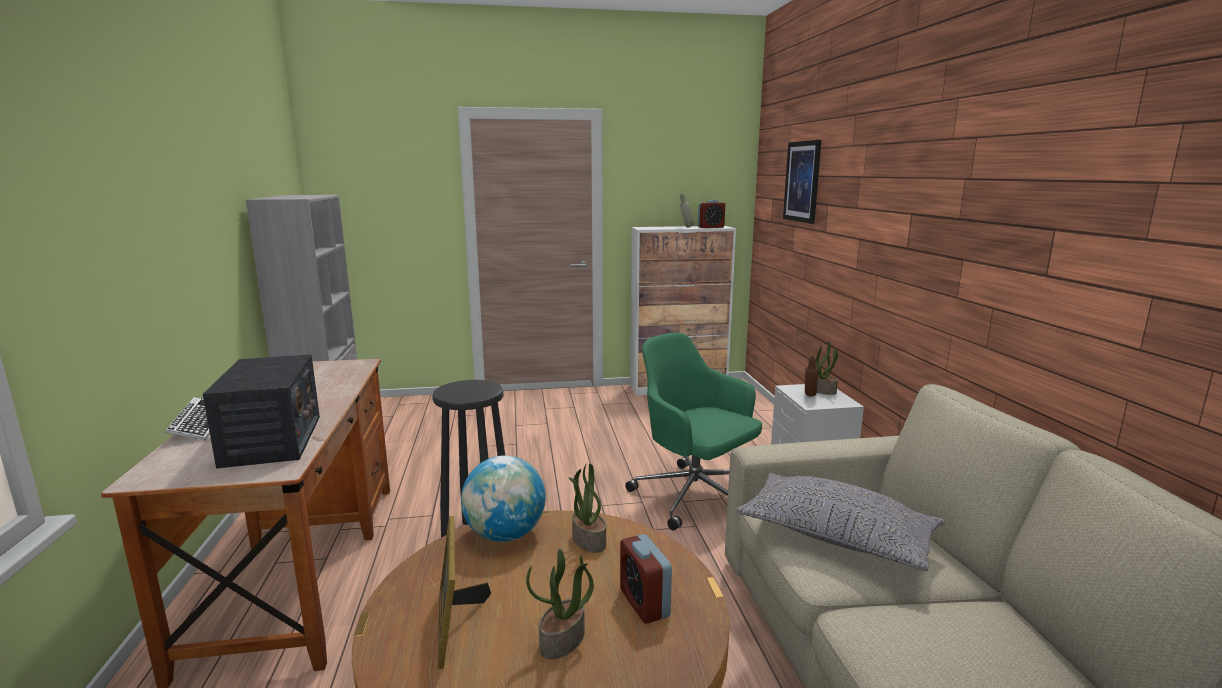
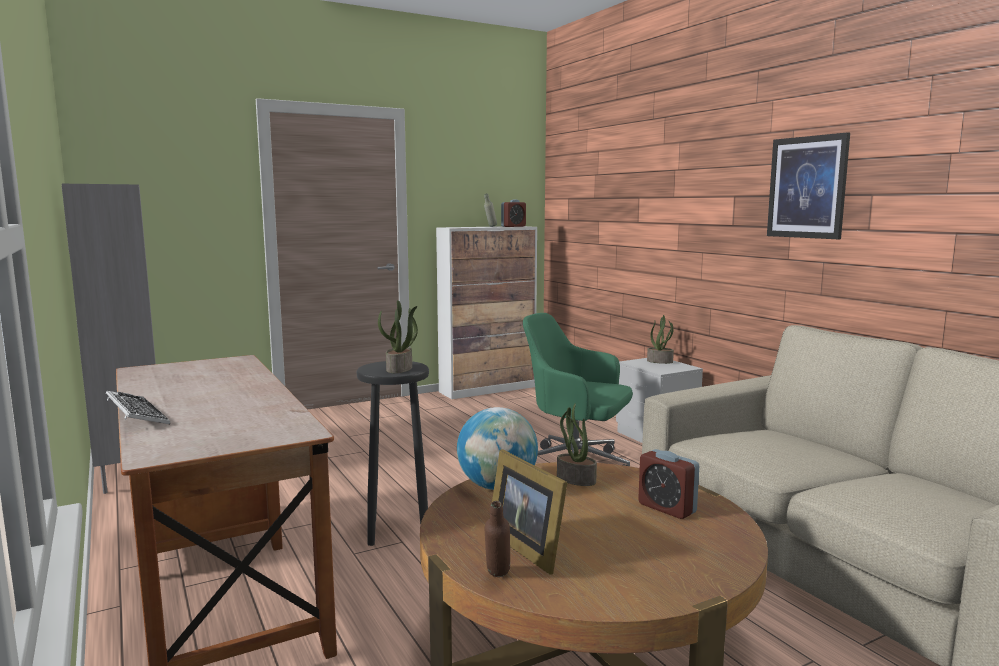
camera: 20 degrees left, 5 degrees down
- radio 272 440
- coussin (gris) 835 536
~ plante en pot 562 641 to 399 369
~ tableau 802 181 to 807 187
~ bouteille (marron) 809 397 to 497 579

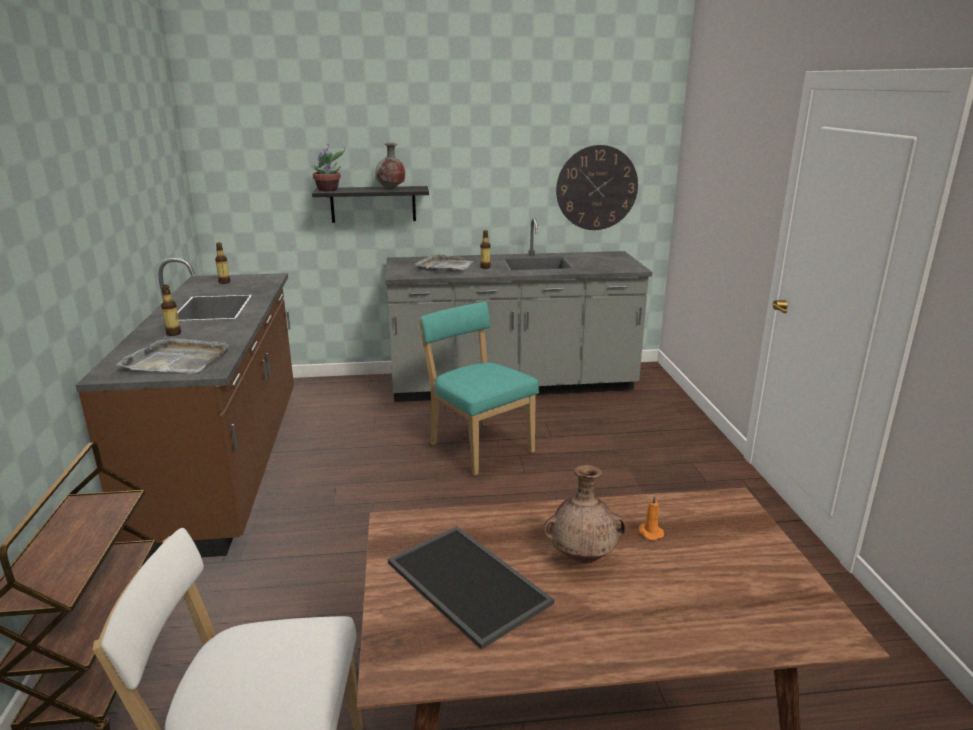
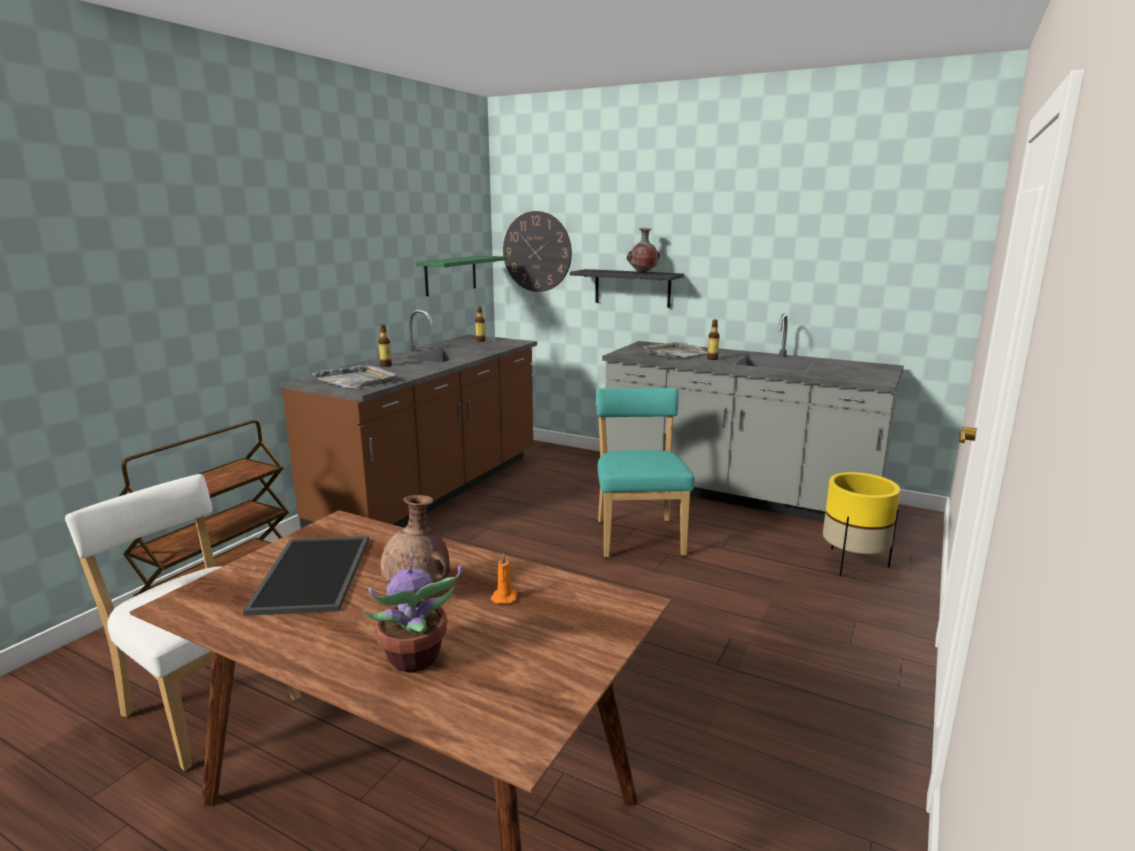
camera: 35 degrees right, 5 degrees down
+ étagère (vert) 450 275
+ cache-pot (jaune) 853 564
~ plante en pot 328 190 to 414 659
~ horloge murale 596 188 to 537 252

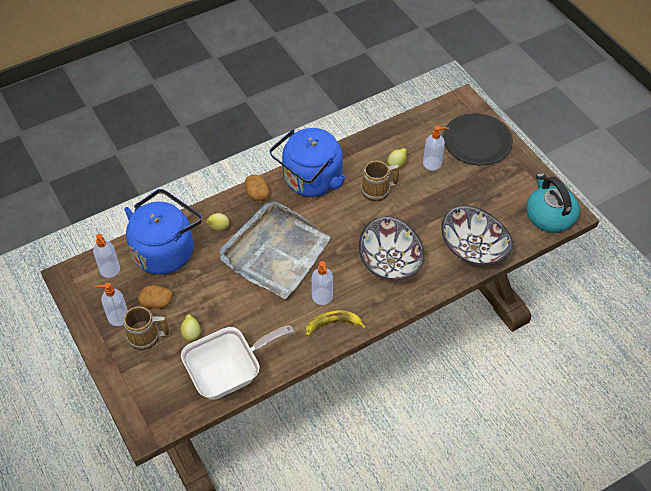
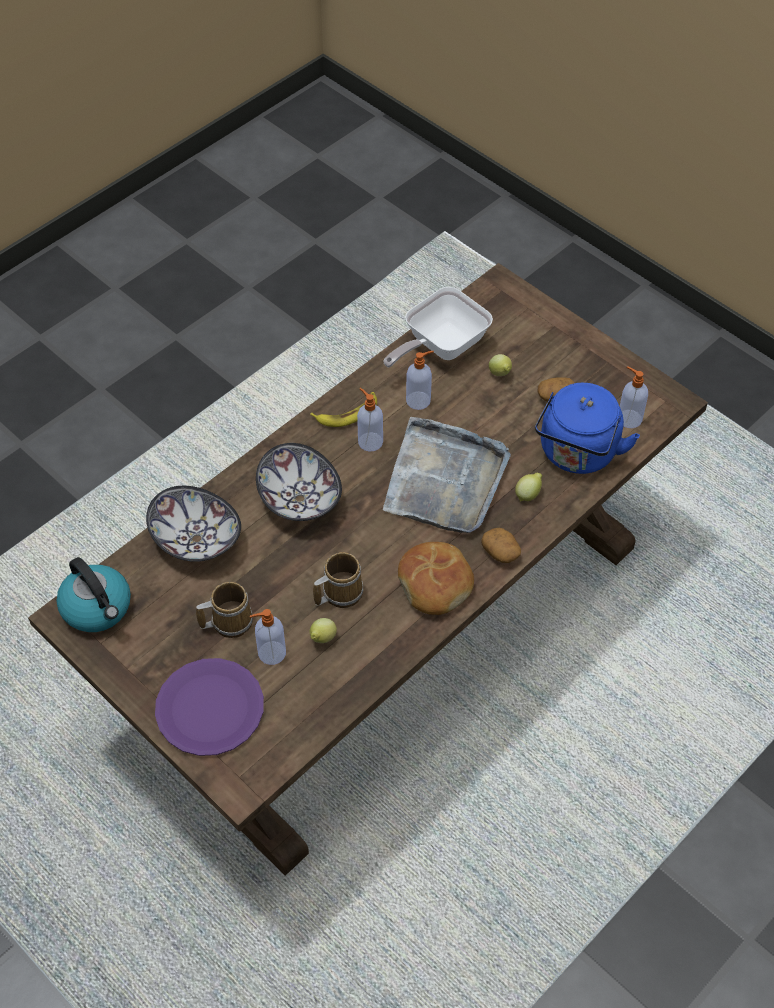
camera: 165 degrees right, 0 degrees up
~ distributeur de savon 117 317 to 419 400
~ mug 146 337 to 229 620
~ bouilloire (bleu) 310 182 to pain 436 583
~ assiette (noir) 477 141 to assiette (violet) 210 708

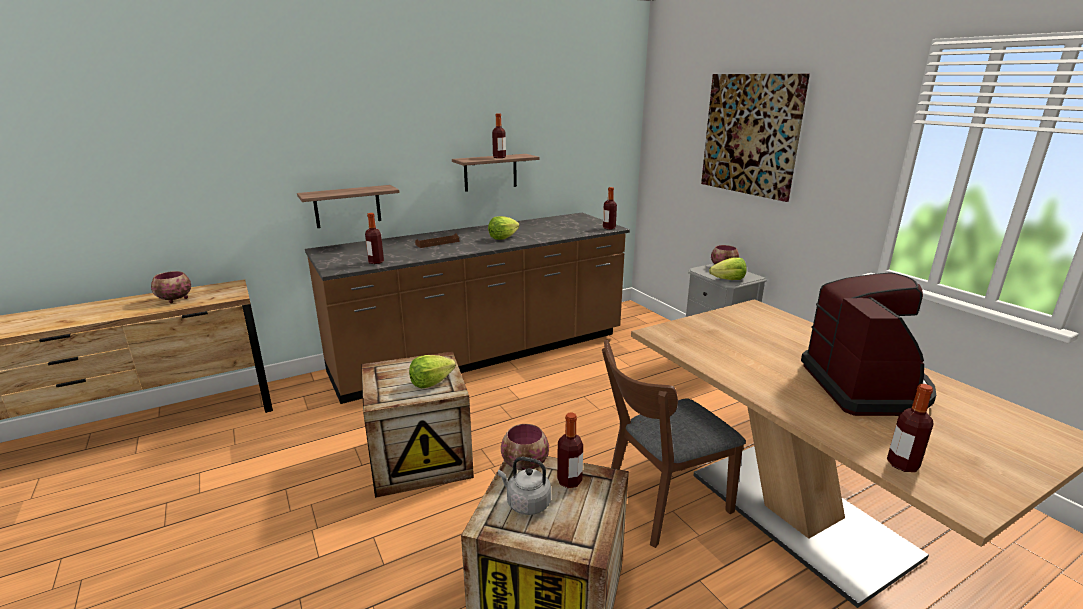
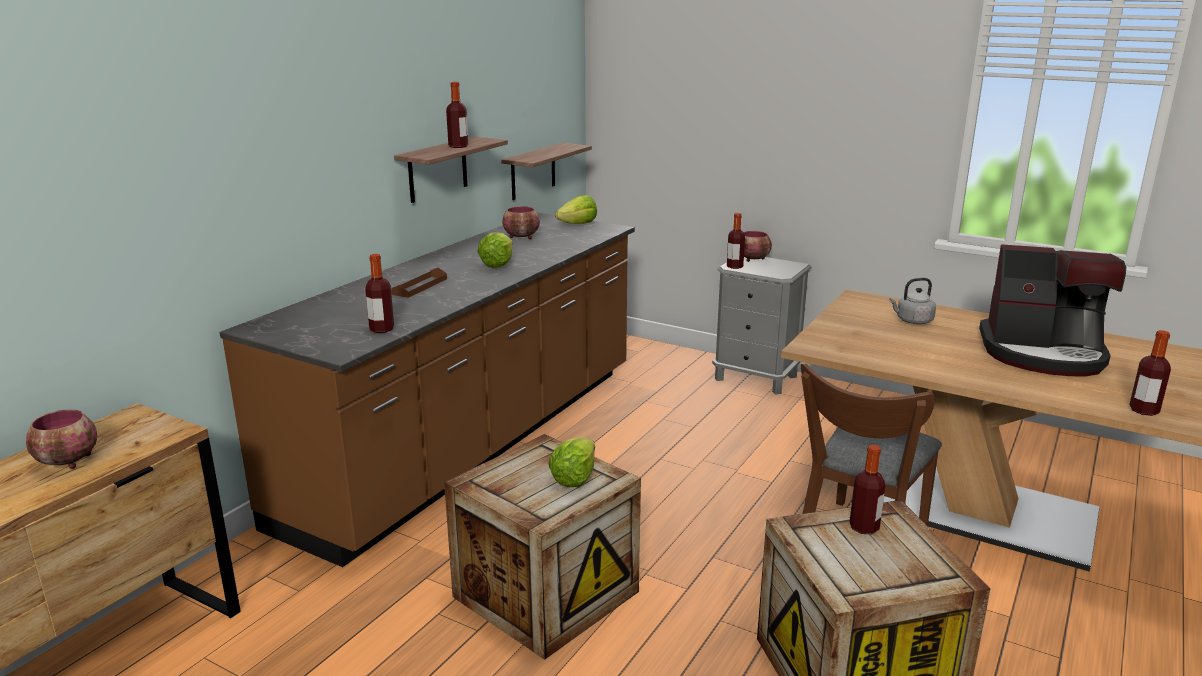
camera: 30 degrees left, 0 degrees up
- tableau 750 135
~ étagère 347 206 to 533 171
~ bouilloire (gris) 526 503 to 912 321
~ bol 525 465 to 522 237
~ bouteille 609 228 to 734 266
~ laitue 728 280 to 578 224
~ machine à café 865 387 = 1043 354 135 degrees clockwise

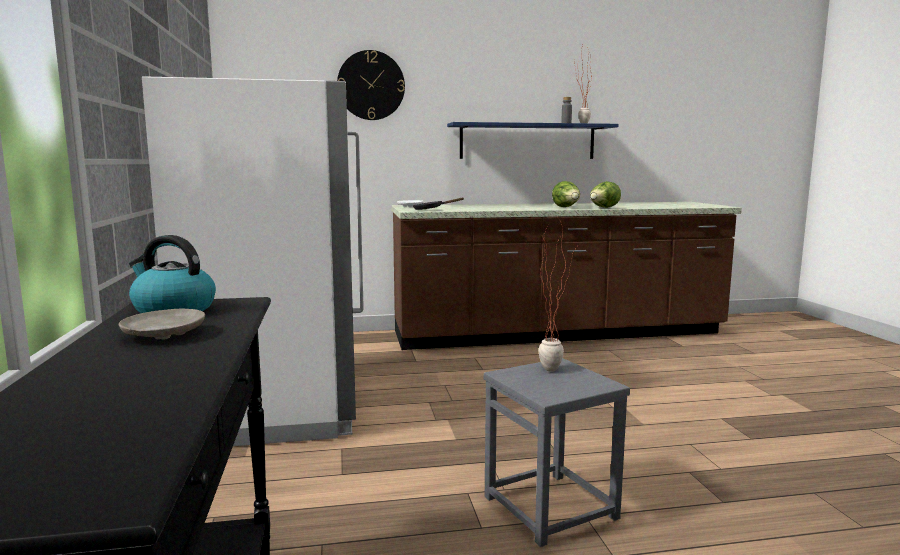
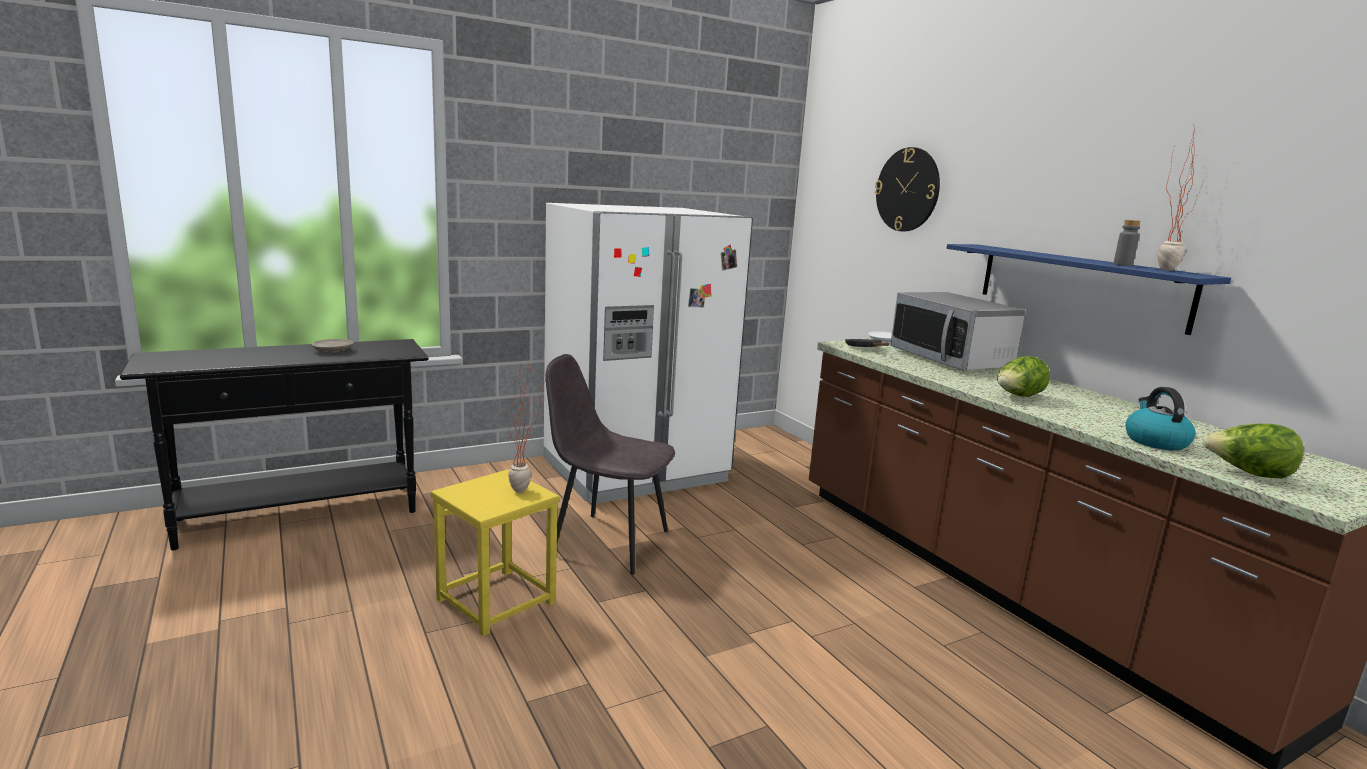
camera: 70 degrees right, 5 degrees up
+ chaise (gris) 607 542
+ micro-ondes 950 360
~ bouilloire 173 309 to 1155 441
~ laitue 603 208 to 1247 474
~ tabouret (gris) 551 507 to tabouret (jaune) 496 601

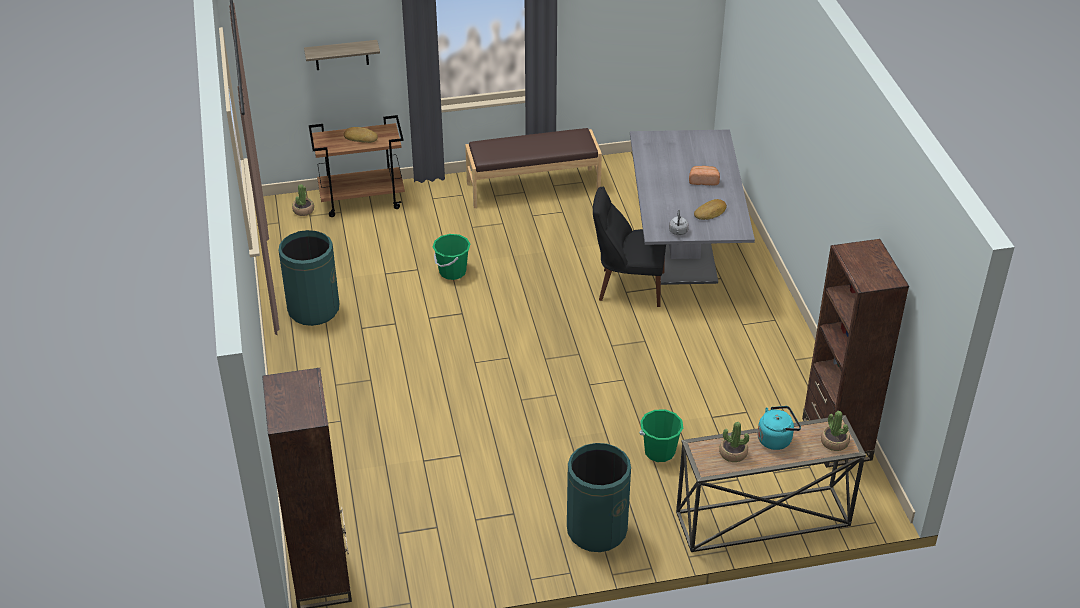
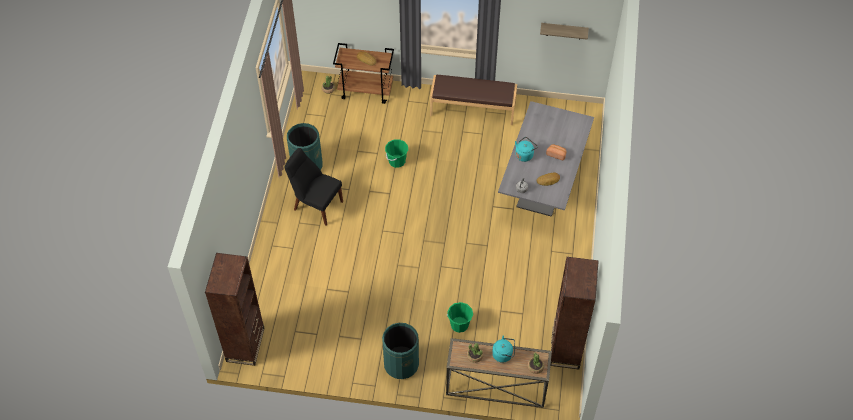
camera: 20 degrees right, 15 degrees up
+ bouilloire (turquoise) 524 154
~ étagère 341 55 to 564 31
~ chaise (noir) 627 287 to 316 205

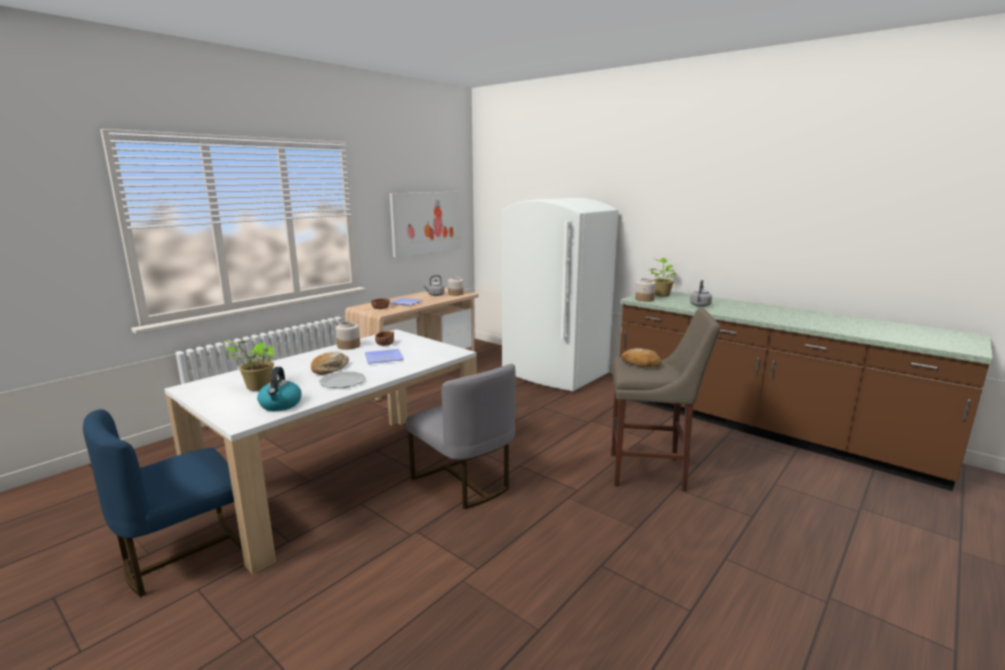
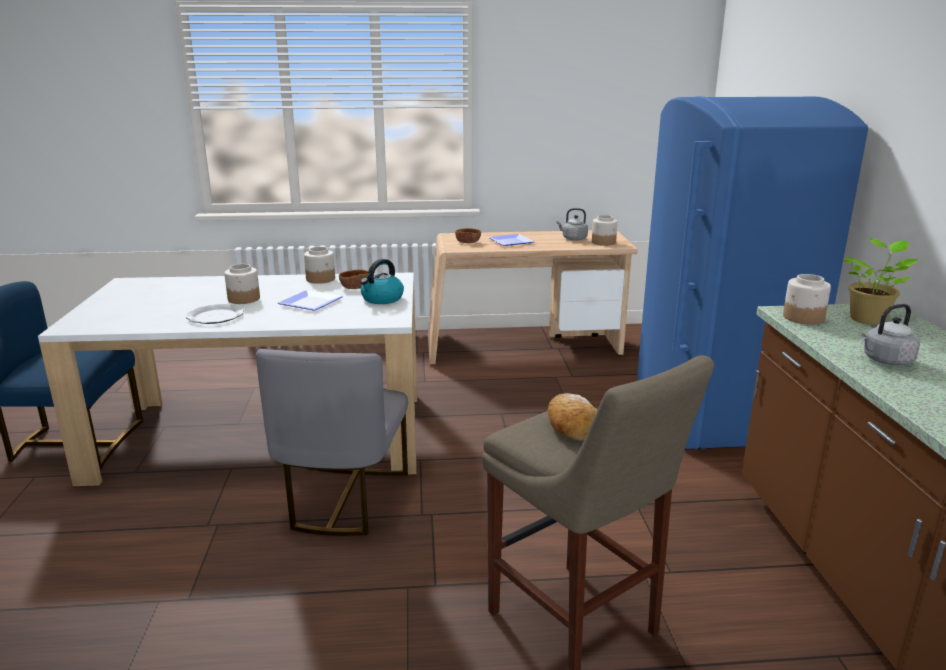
camera: 45 degrees right, 5 degrees up
- plante en pot 257 387
- tableau 426 222
~ bouilloire 280 405 to 382 299
~ pain 330 368 to bocal 244 299
~ réfrigérateur (blanc) 554 374 to réfrigérateur (bleu) 712 412

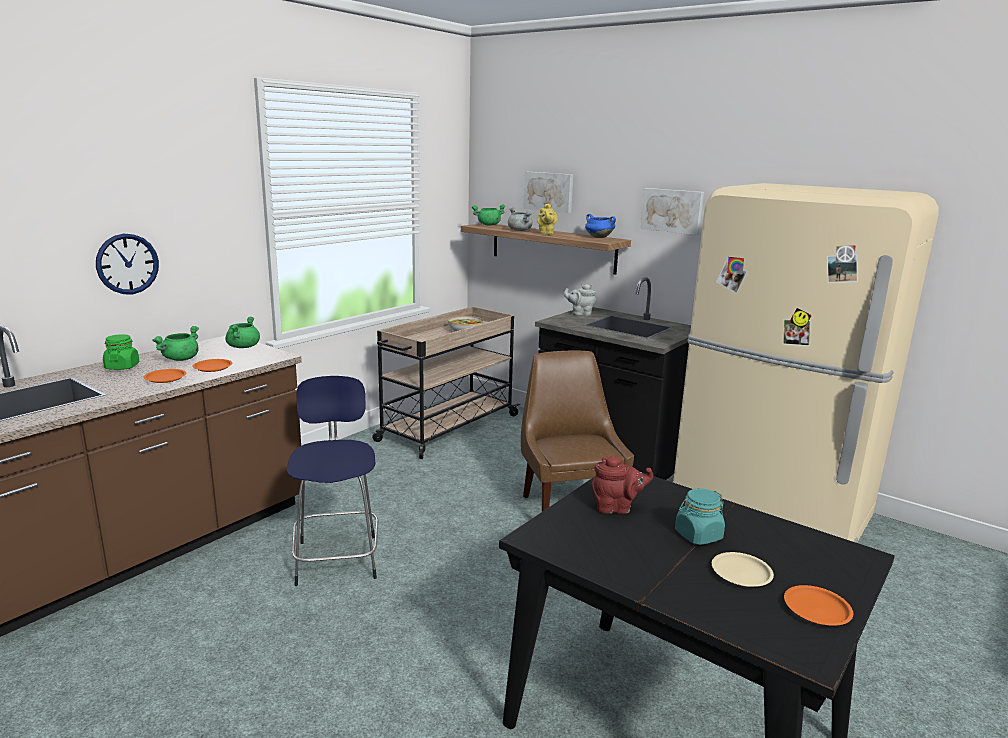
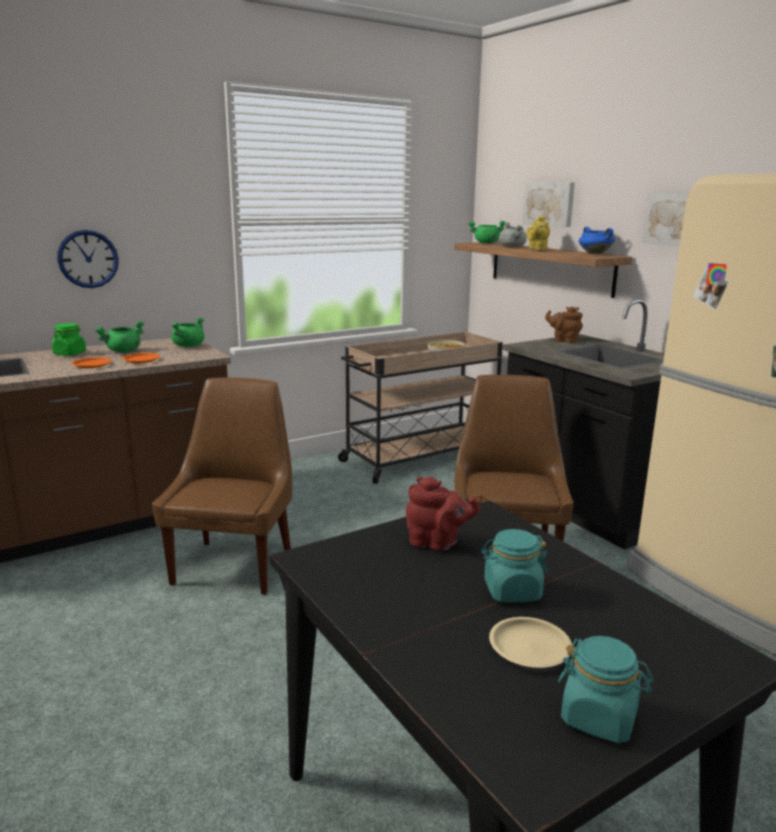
camera: 20 degrees right, 0 degrees up
~ tabouret (bleu) 337 557 to chaise (marron) 235 564
~ assiette (orange) 816 610 to bocal (turquoise) 599 717
~ théière (gris) 580 313 to théière (marron) 563 340

